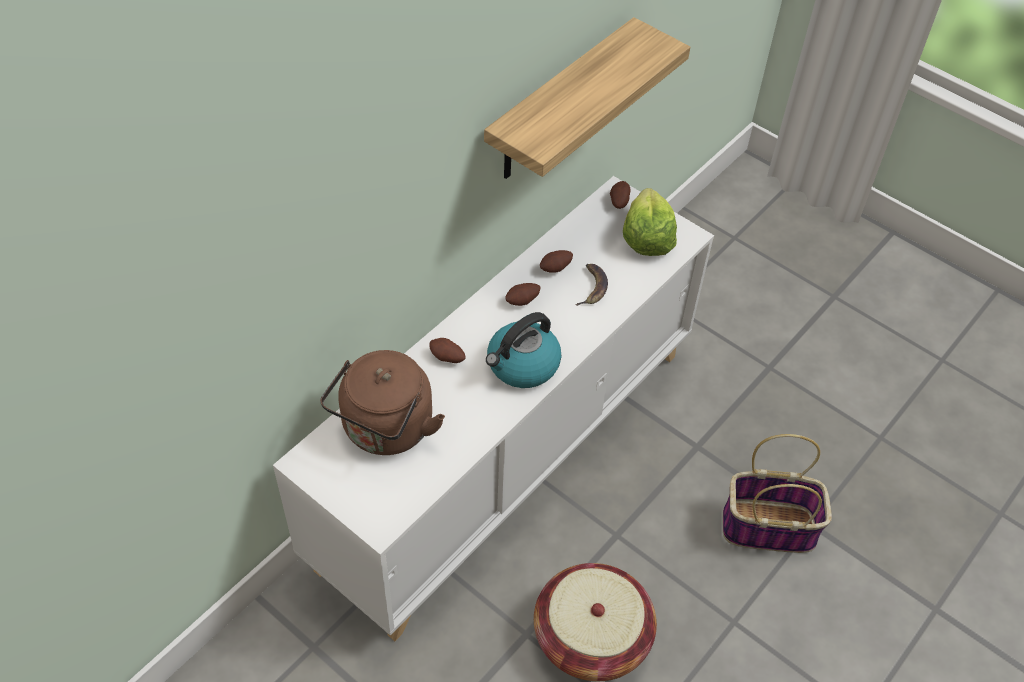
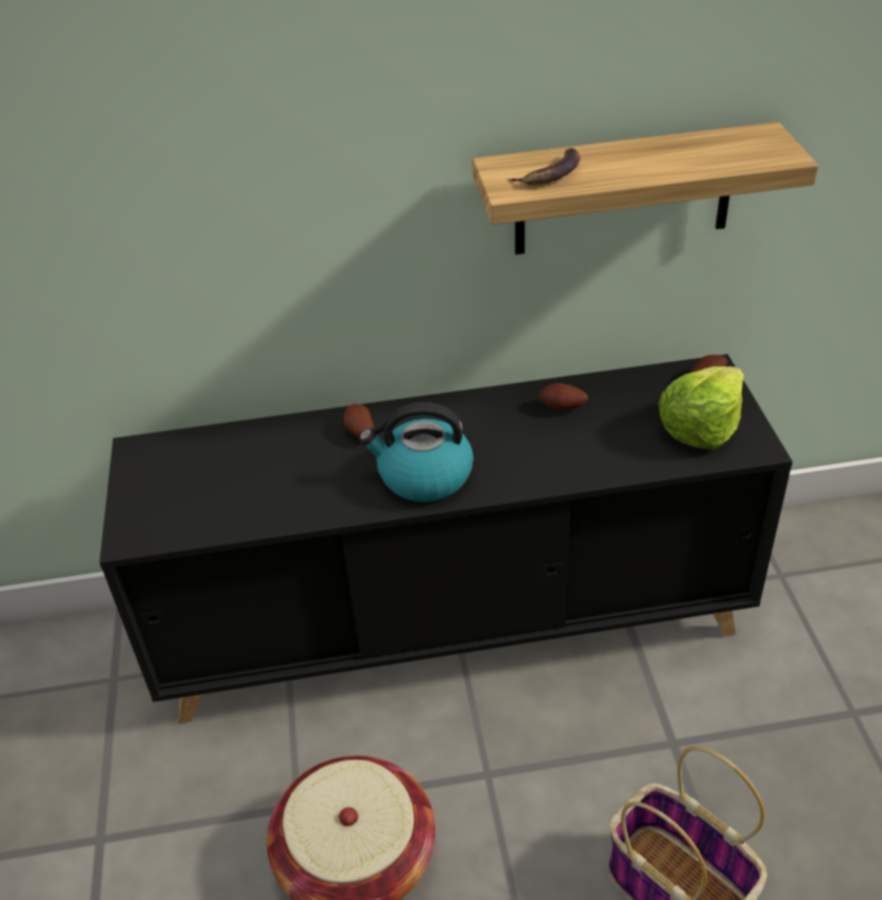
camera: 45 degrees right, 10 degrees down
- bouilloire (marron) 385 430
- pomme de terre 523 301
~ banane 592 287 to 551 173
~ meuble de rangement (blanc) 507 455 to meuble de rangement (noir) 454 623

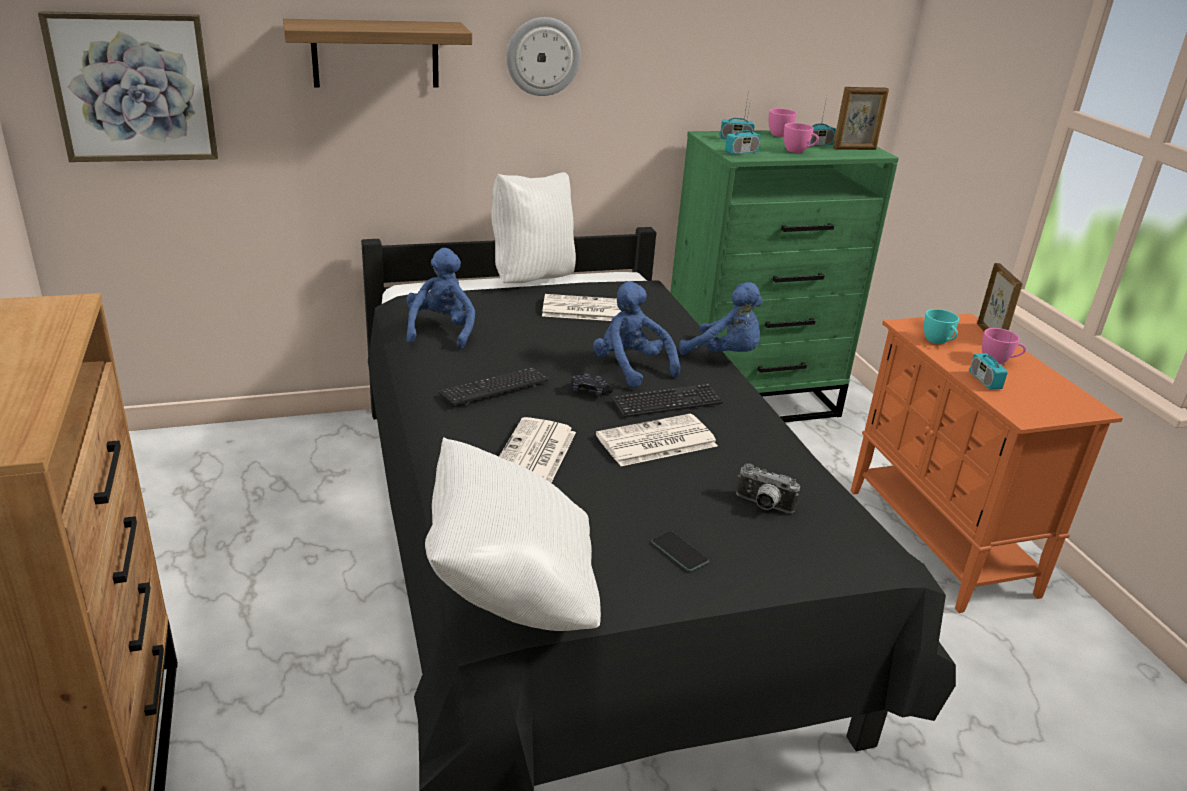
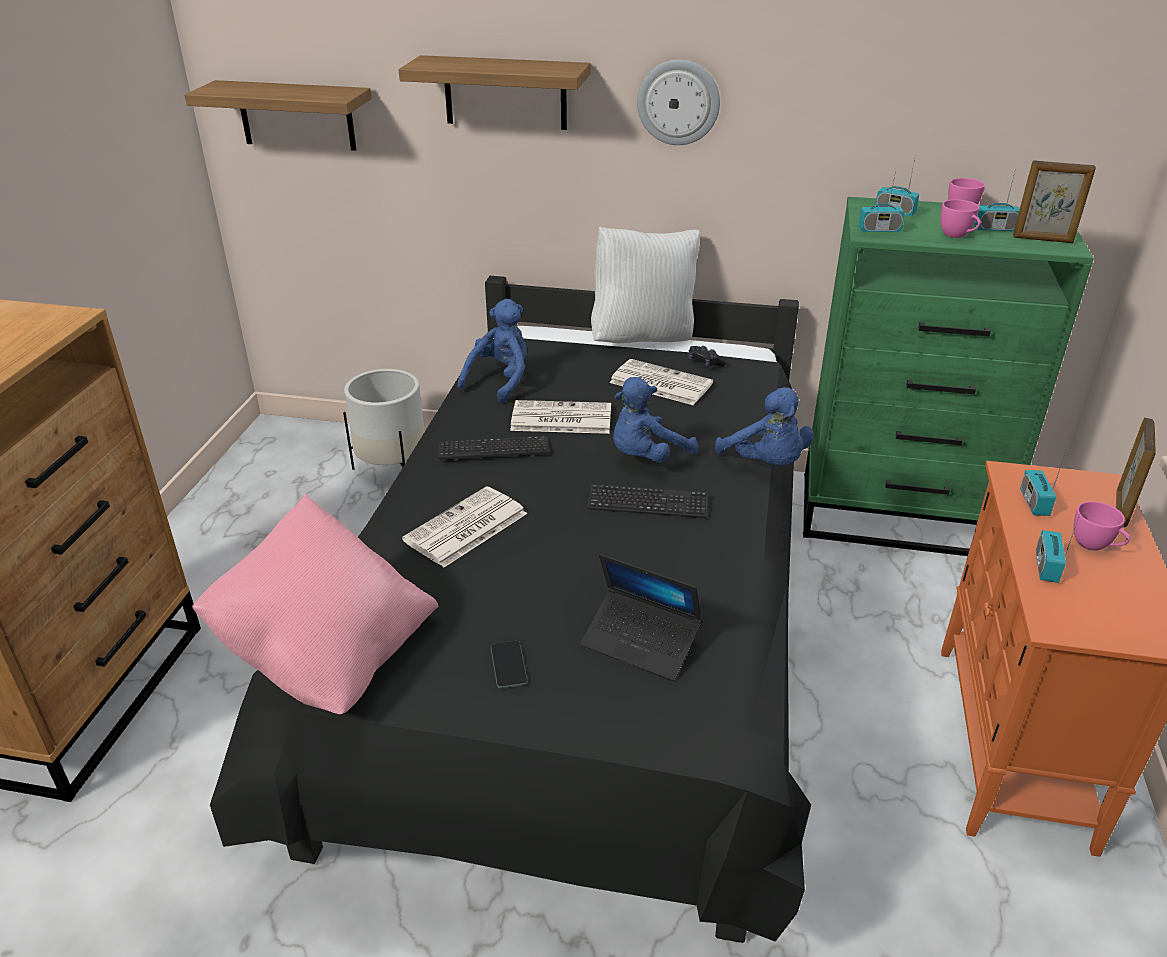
camera: 30 degrees right, 5 degrees up
+ cache-pot (blanc) 392 469
~ manette (noir) 590 392 to 705 363
~ journal 655 442 to 560 419
~ tableau 133 88 to étagère 296 115
~ appareil photo 763 506 to ordinateur portable 640 642
~ tasse (turquoise) 938 342 to radio 1034 503
~ coussin (blanc) 512 589 to coussin (rose) 329 653
~ peluche (bleu) 630 368 = 646 457 120 degrees counterclockwise

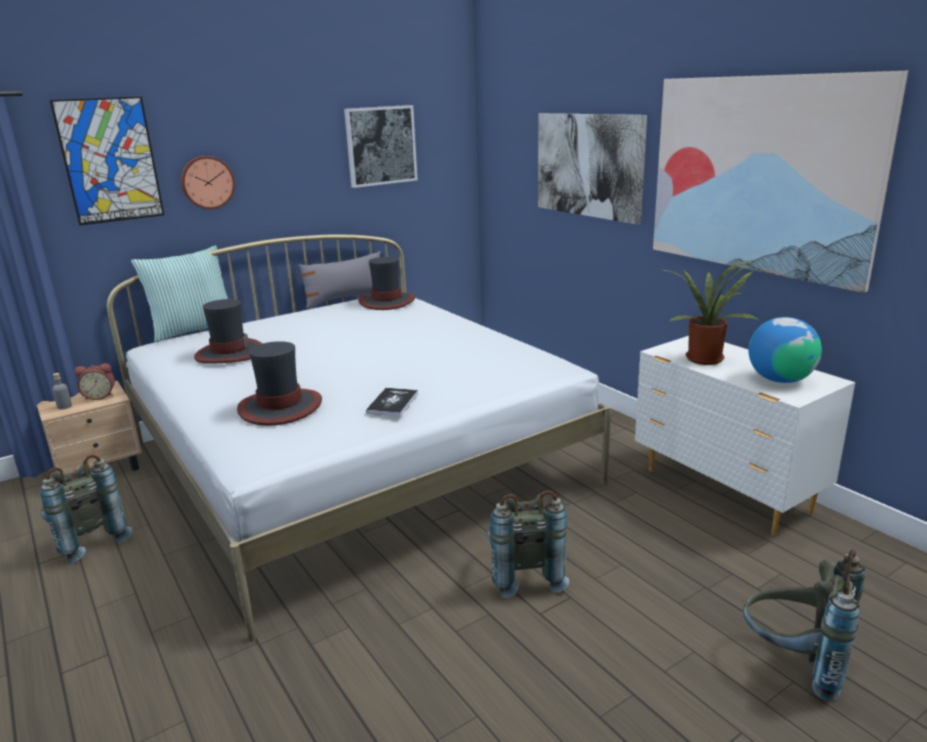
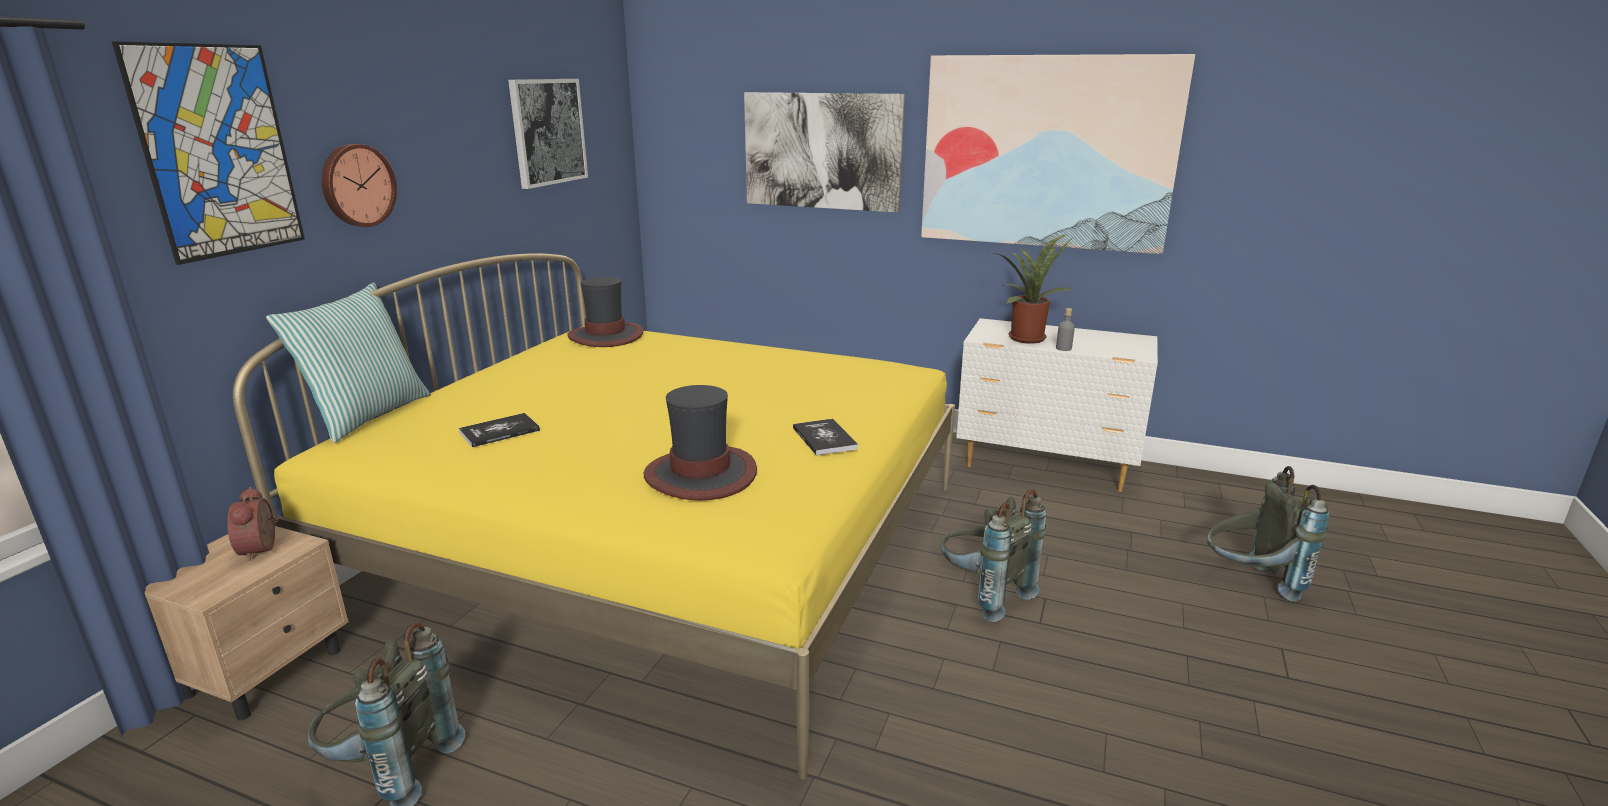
camera: 35 degrees left, 0 degrees up
- coussin (gris) 346 299
- globe 779 379
~ bouteille (gris) 64 406 to 1063 348
~ chapeau 229 353 to livre 499 431
~ lit (blanc) 355 463 to lit (jaune) 664 545
~ réveil 100 396 = 262 549 120 degrees clockwise

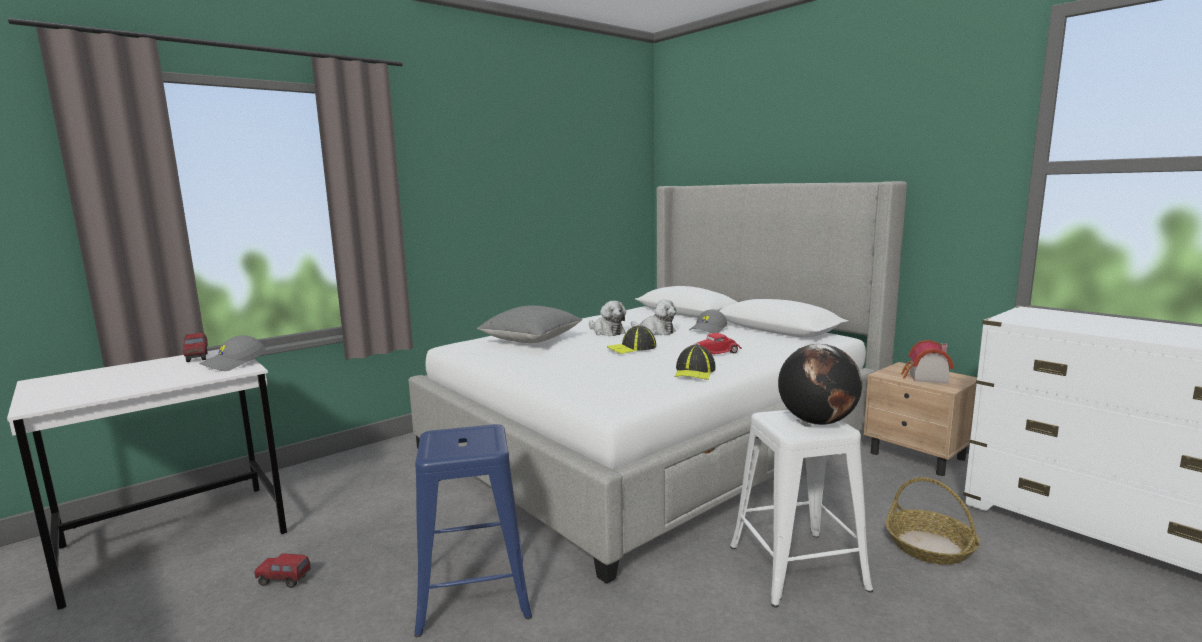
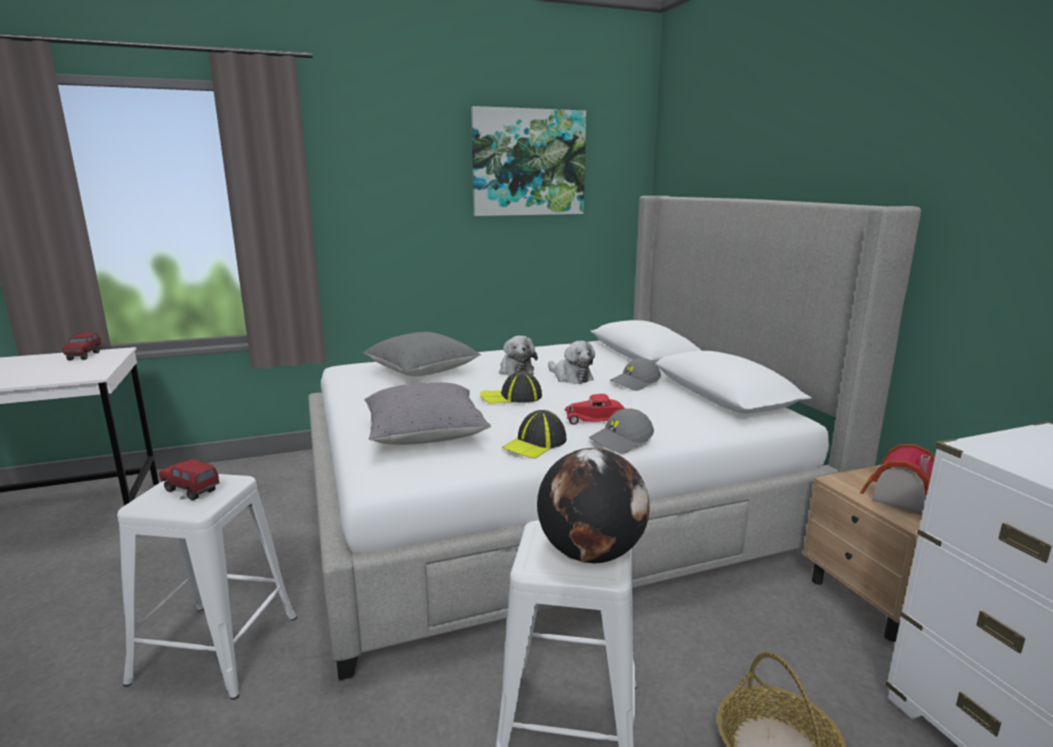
camera: 20 degrees right, 5 degrees up
+ coussin (gris) 425 435
+ tableau 528 163
~ casquette (gris) 234 364 to 621 441
~ camion jouet 284 581 to 191 491
~ tabouret (bleu) 473 591 to tabouret (blanc) 216 648

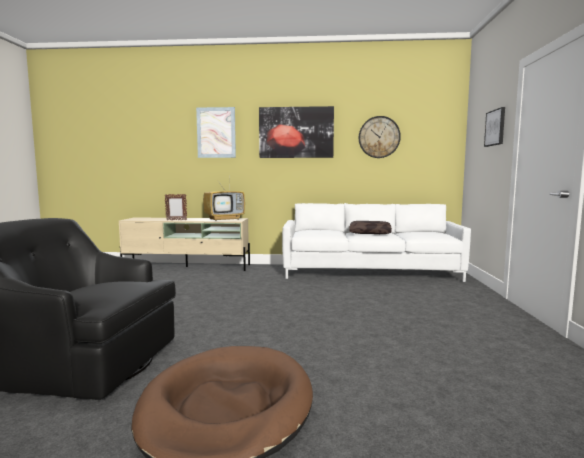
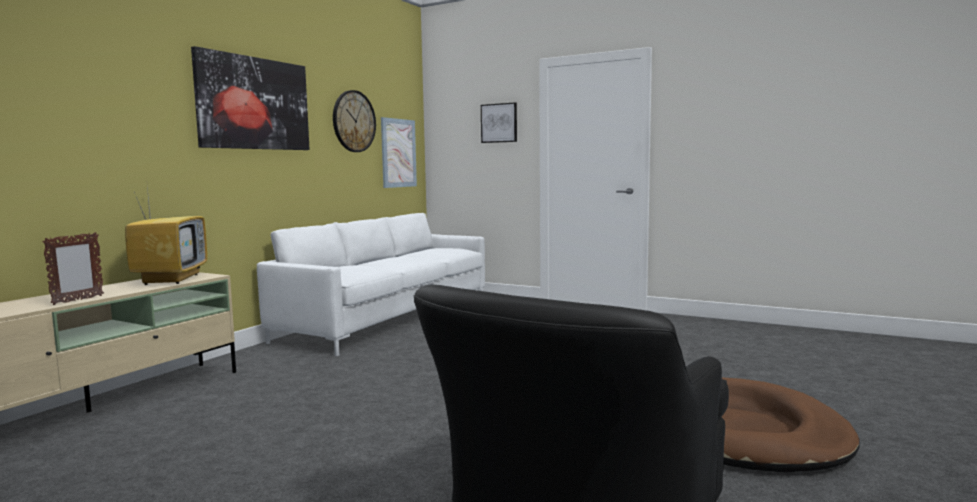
camera: 65 degrees left, 0 degrees up
- coussin (marron) 370 233
~ tableau 216 132 to 398 153

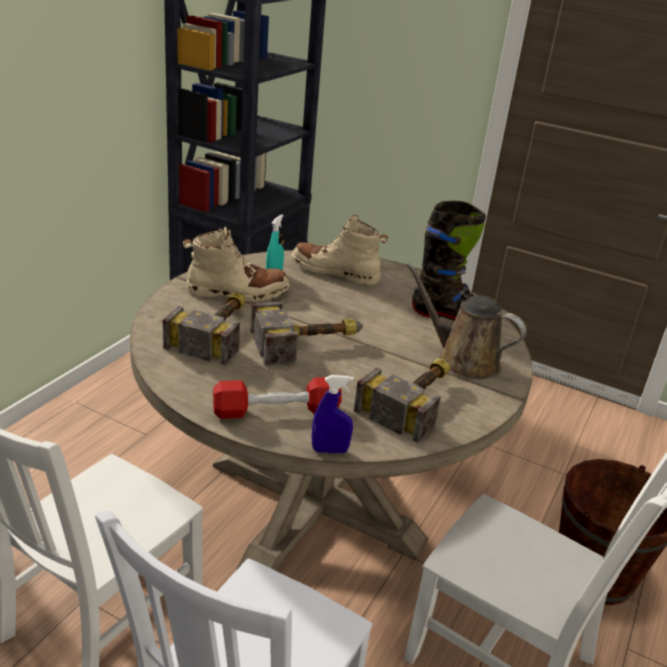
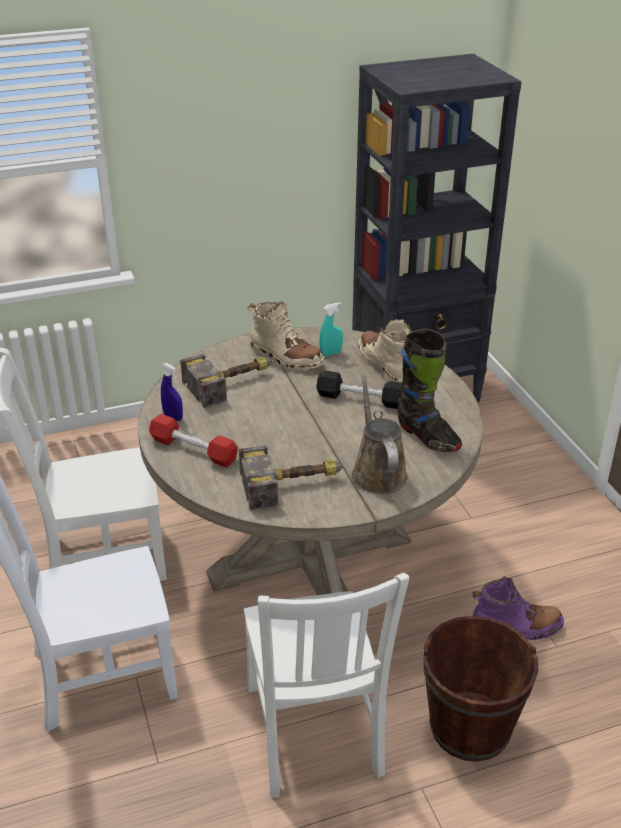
camera: 45 degrees right, 5 degrees up
- marteau 310 343
+ haltère (noir) 361 399
+ botte (violet) 516 627
~ vaporisateur (bleu) 329 450 to 173 416

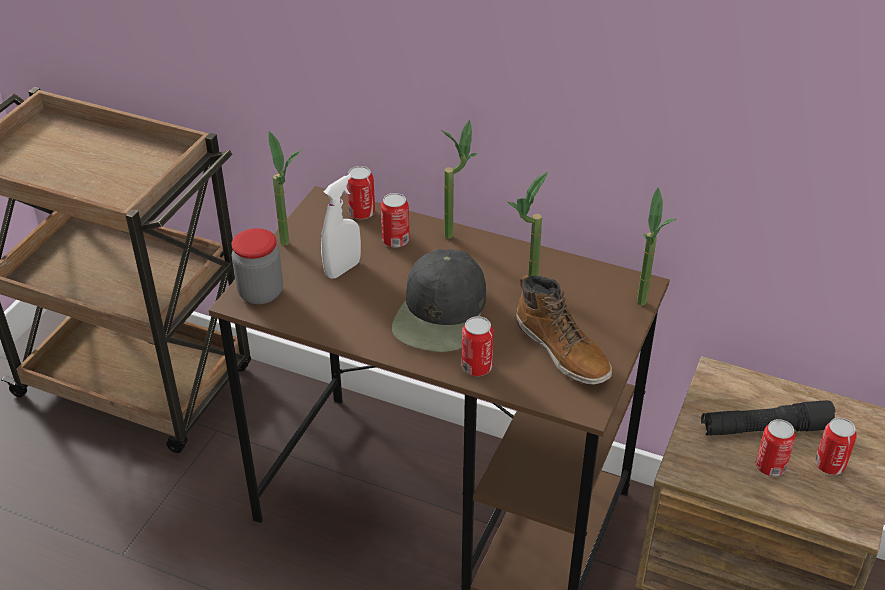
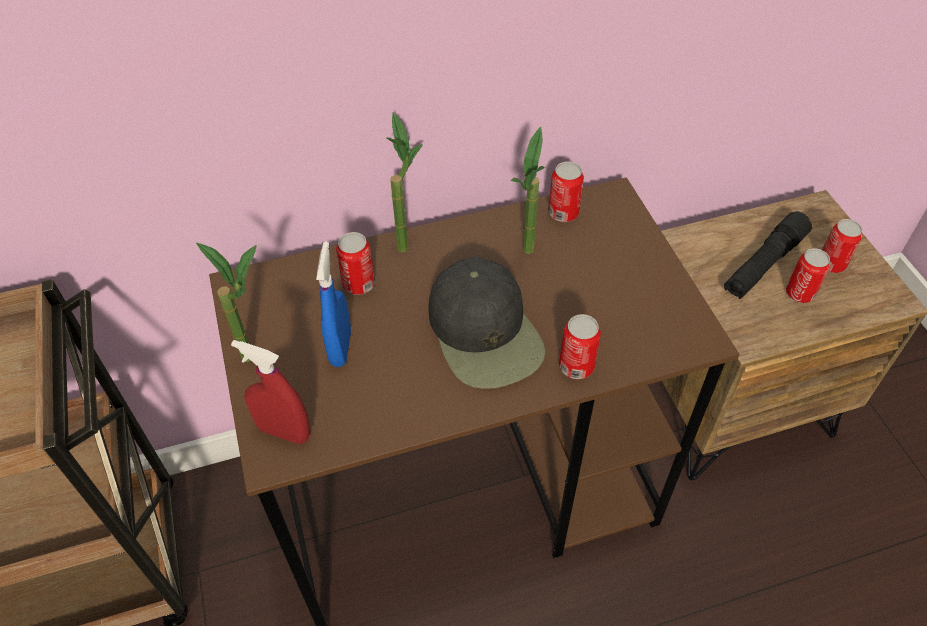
camera: 40 degrees left, 10 degrees up
- botte 563 350
- plante en pot 644 309
~ boîte métallique 361 213 to 563 213
~ bocal 261 293 to vaporisateur (rouge) 284 432
~ vaporisateur (blanc) 342 269 to vaporisateur (bleu) 340 348

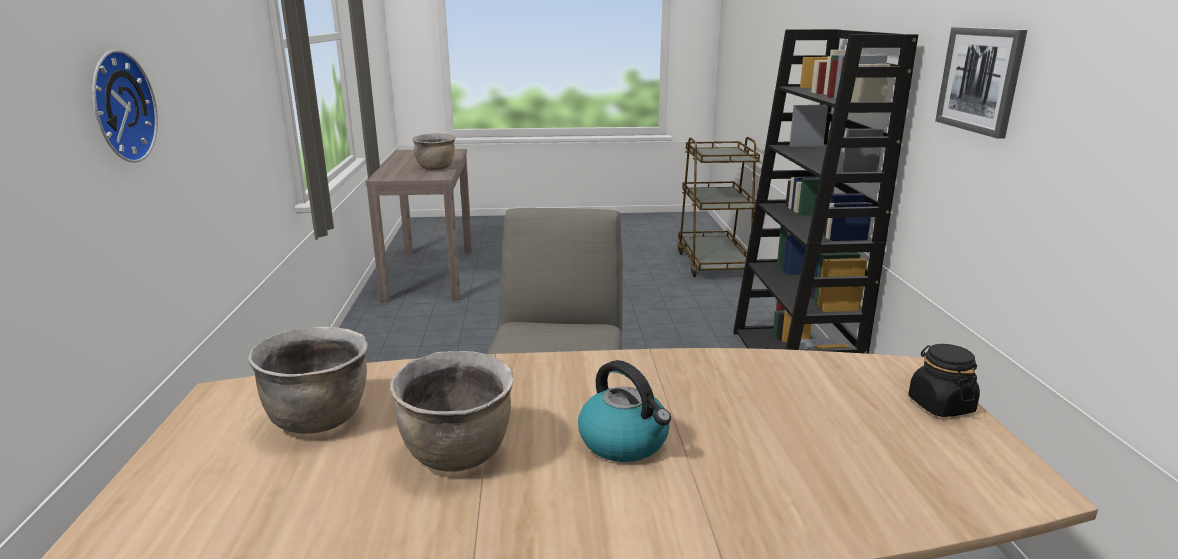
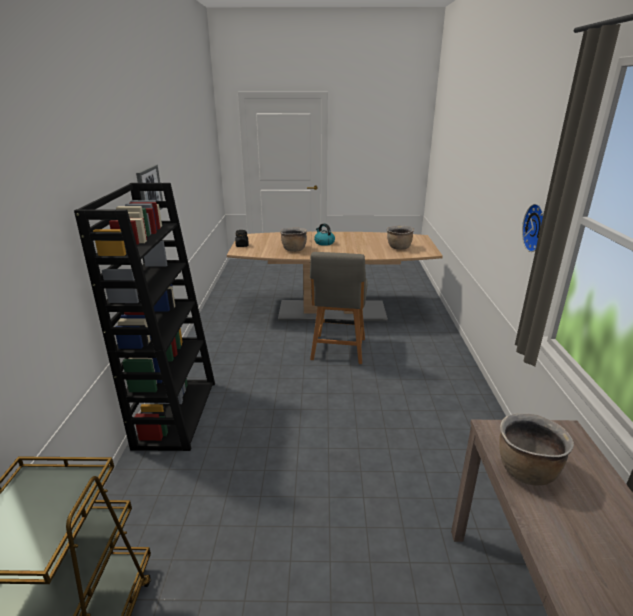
camera: 175 degrees left, 5 degrees up
~ horloge murale 117 107 to 537 228
~ marmite (marron) 459 454 to 293 249

